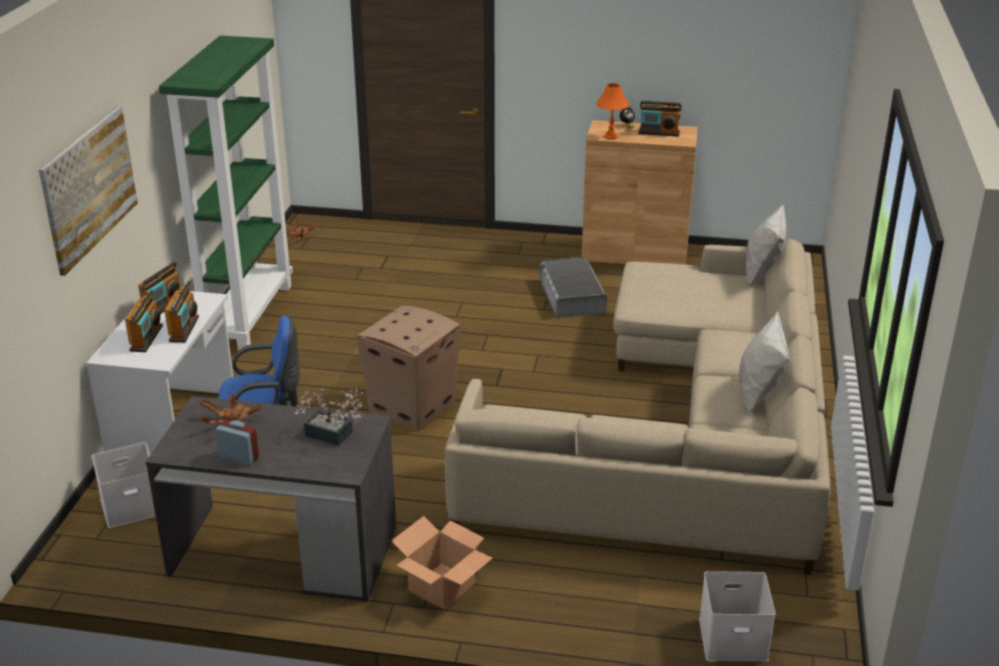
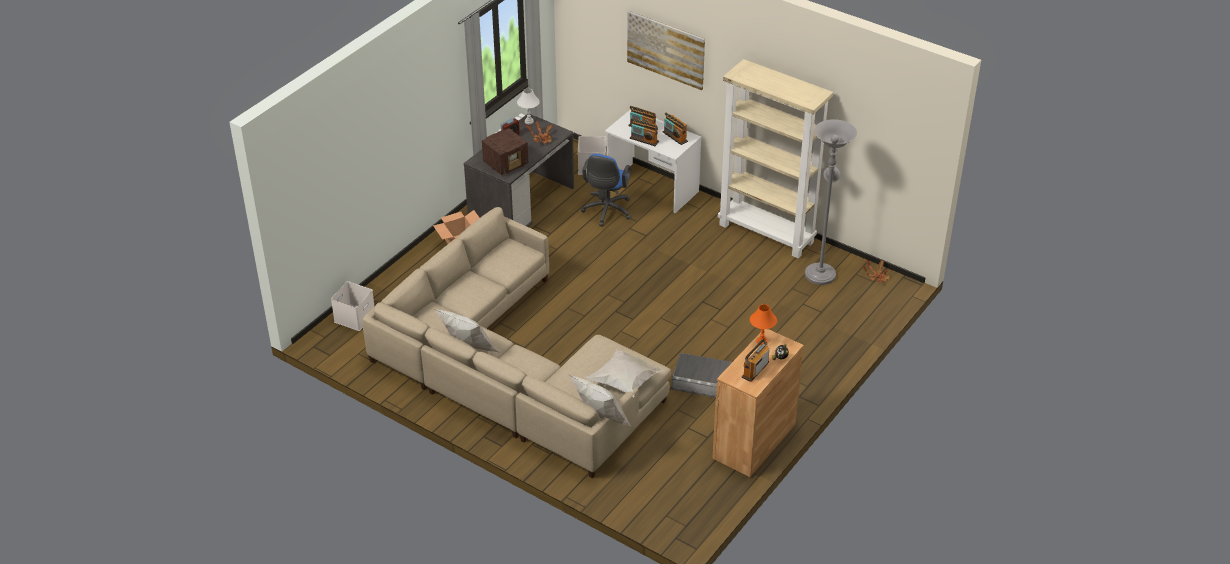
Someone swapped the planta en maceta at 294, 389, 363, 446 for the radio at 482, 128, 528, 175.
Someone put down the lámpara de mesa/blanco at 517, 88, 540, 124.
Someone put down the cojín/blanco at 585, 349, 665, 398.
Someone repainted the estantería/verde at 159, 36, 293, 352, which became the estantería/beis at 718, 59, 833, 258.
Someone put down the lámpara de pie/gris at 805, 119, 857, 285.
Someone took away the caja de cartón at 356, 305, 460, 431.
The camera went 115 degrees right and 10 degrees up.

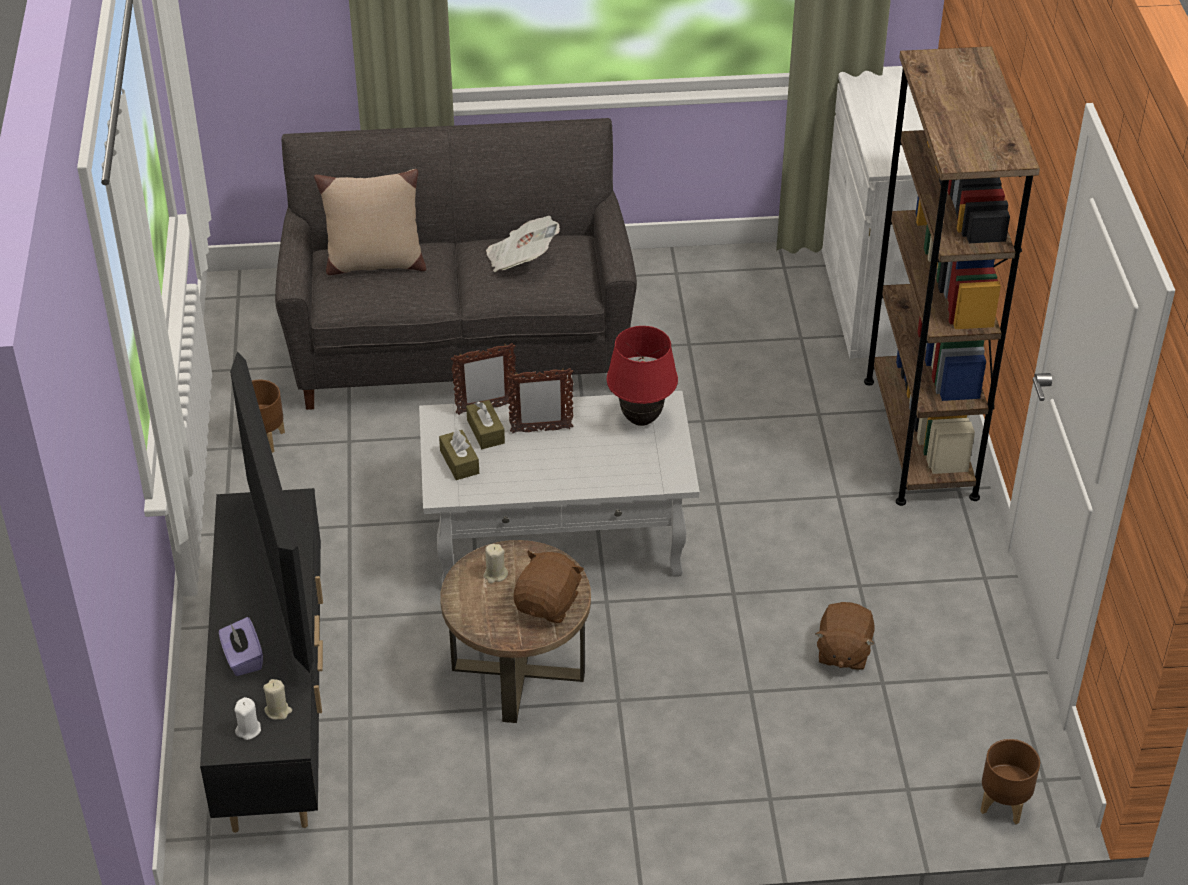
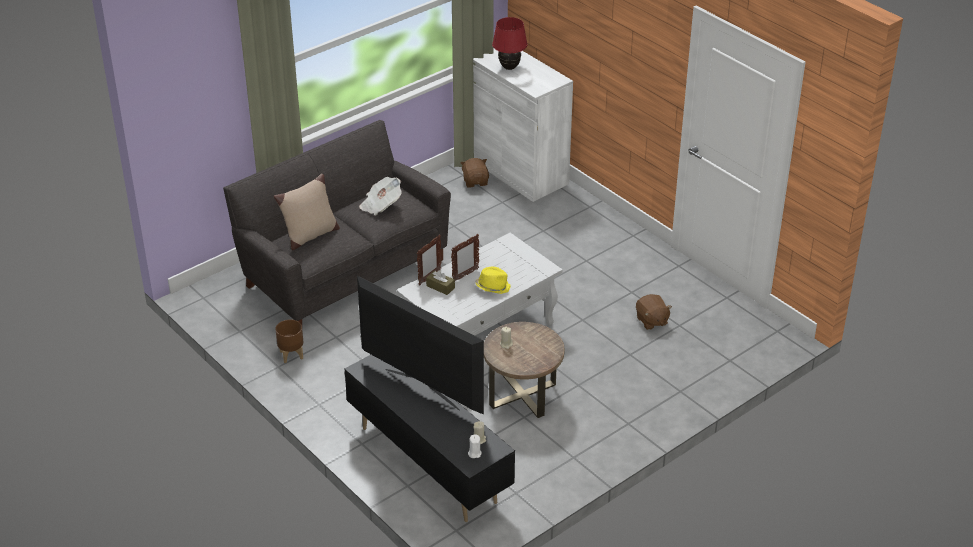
Someone carried the peluche/marrón from 513, 550, 584, 623 to 460, 158, 489, 188.
Someone put down the sombrero/amarillo at 475, 267, 510, 294.
Someone carried the lámpara de mesa/rojo from 607, 326, 678, 426 to 492, 17, 528, 70.
Someone took away the caja de pañuelos/morado at 219, 617, 263, 676.
Someone took away the caja de pañuelos/marrón at 439, 429, 479, 480.
Someone took away the estantería/marrón at 864, 46, 1040, 506.
Someone took away the maceta/marrón at 980, 739, 1040, 824.
The camera went 35 degrees left and 5 degrees down.

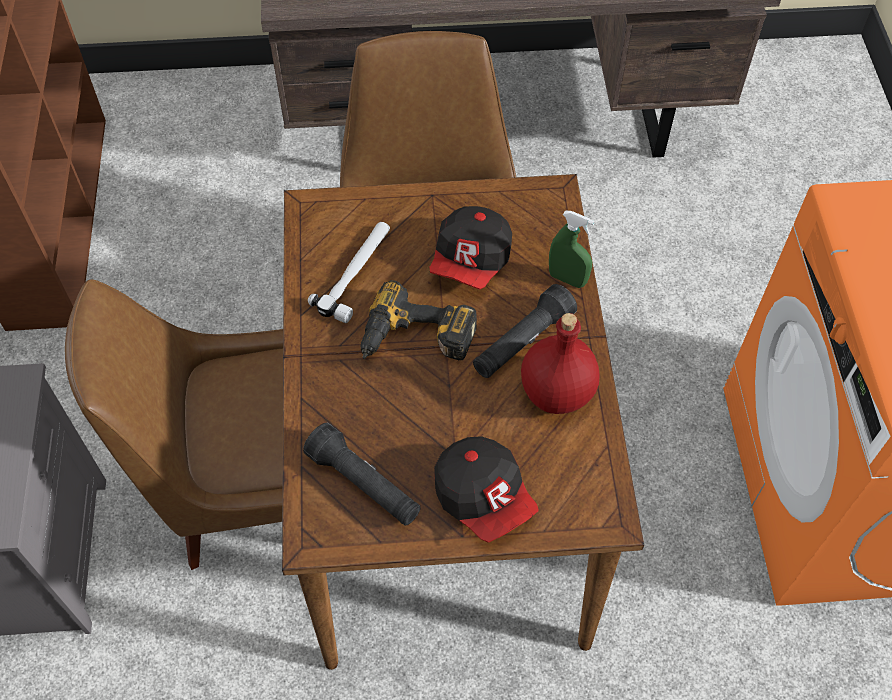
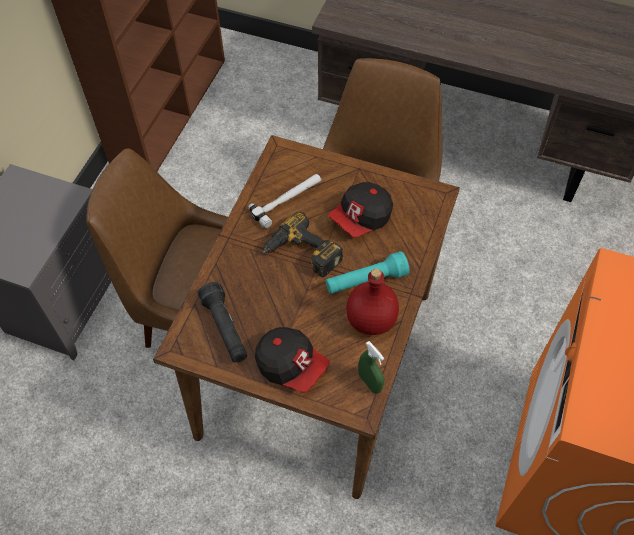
Someone rotated the gorra at 434, 436, 539, 543 by 45 degrees counterclockwise.
Someone repainted the linterna/negro at 473, 284, 577, 378, which became the linterna/turquesa at 326, 251, 410, 294.
Someone carried the pulverizador/verde from 549, 211, 595, 288 to 358, 341, 384, 394.
The camera went 25 degrees right and 0 degrees up.

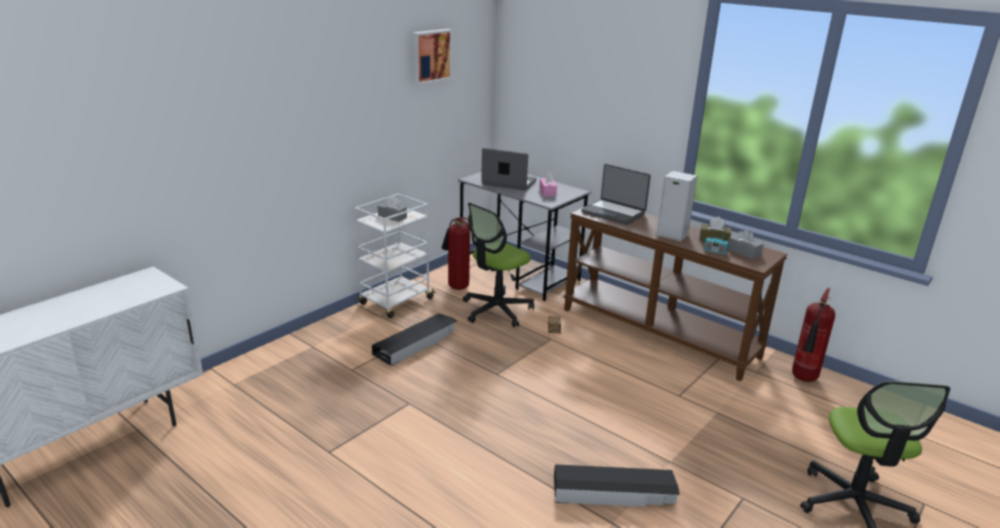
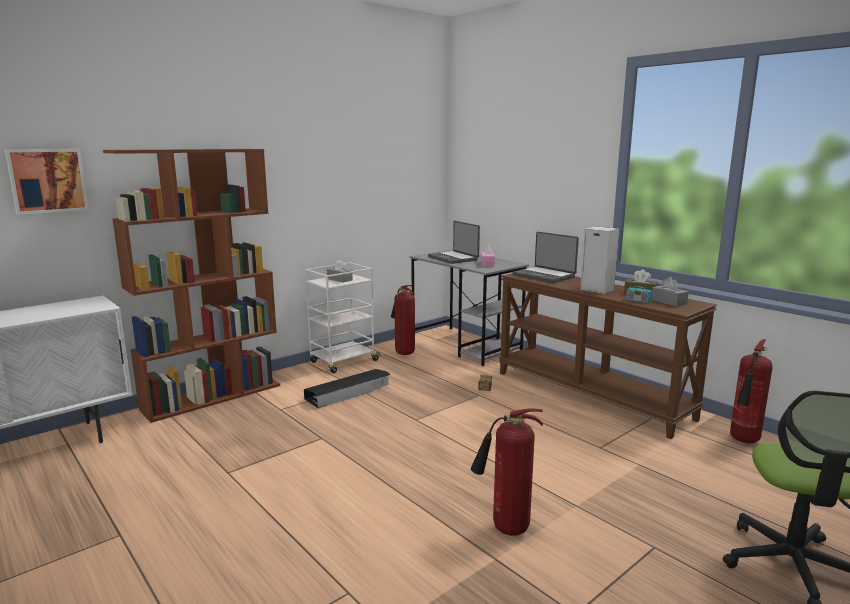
Someone carried the cuadro from 412, 29, 452, 85 to 5, 149, 89, 215.
Someone put down the estantería/marrón at 103, 149, 280, 423.
Someone rotated the portátil at 481, 148, 536, 191 by 150 degrees counterclockwise.
Someone swapped the caja de almacenaje/negro at 554, 464, 680, 507 for the extintor at 471, 408, 543, 536.
Someone took away the silla de oficina at 463, 203, 534, 327.
The camera went 10 degrees right and 10 degrees down.

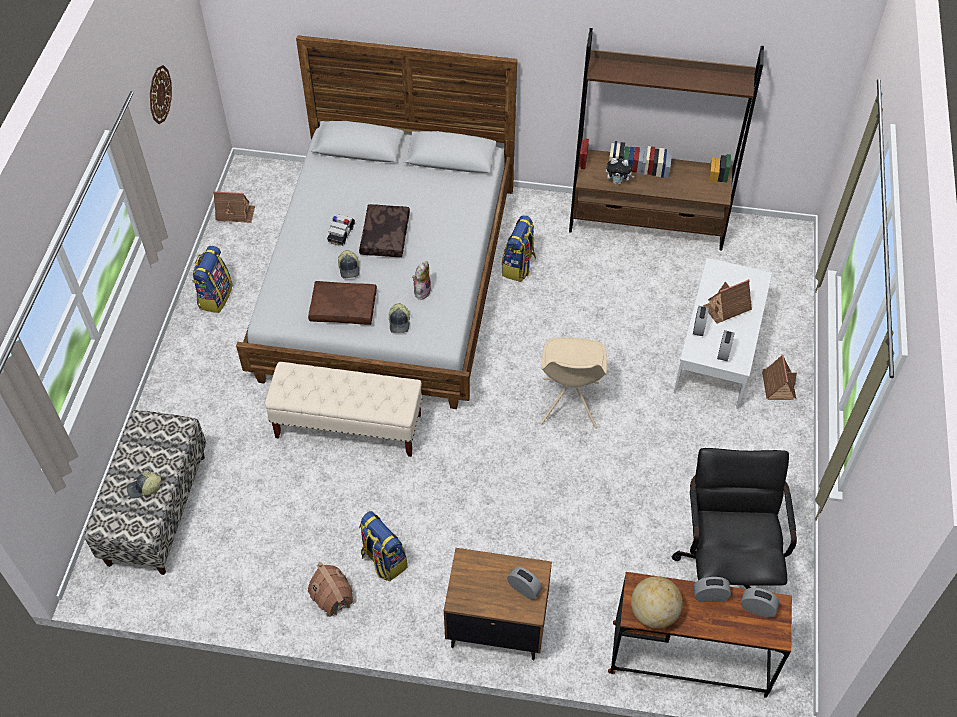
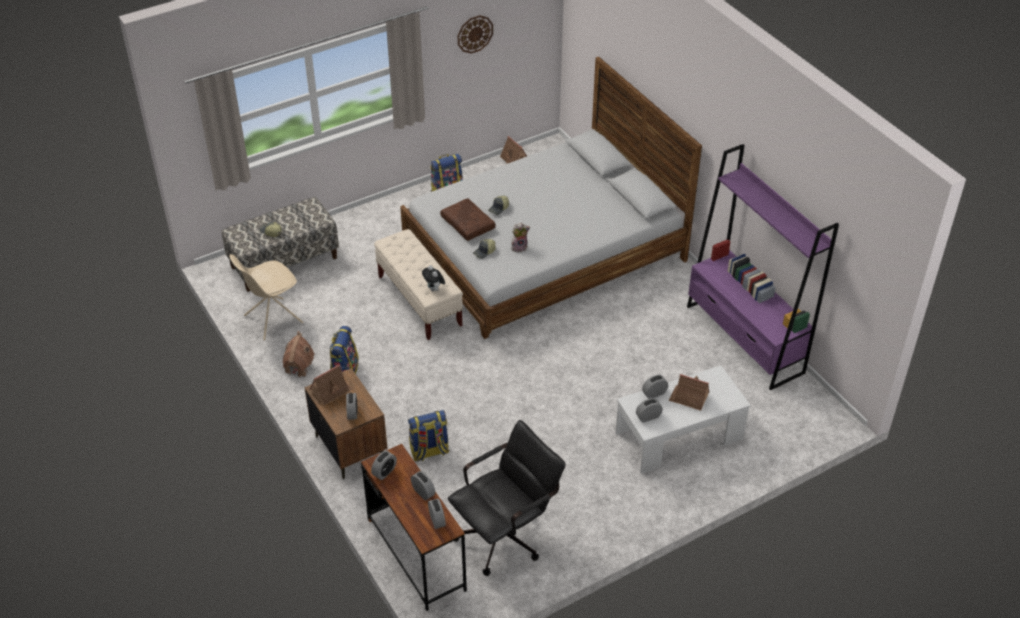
Someone carried the silla/beis from 541, 337, 607, 428 to 229, 254, 303, 340.
Someone carried the casita from 762, 354, 797, 400 to 310, 365, 352, 405.
Someone swapped the globo terráqueo at 631, 576, 683, 629 for the despertador at 371, 451, 397, 480.
Someone carried the mochila from 502, 215, 536, 282 to 408, 410, 449, 461.
Someone carried the peluche from 606, 158, 634, 185 to 422, 265, 445, 291.
Someone repainted the estantería/marrón at 569, 28, 764, 251, which became the estantería/morado at 687, 144, 839, 390.
Someone took away the coche de juguete at 327, 214, 355, 246.
Someone took away the cojín/marrón at 359, 204, 410, 257.
The camera went 50 degrees right and 10 degrees down.

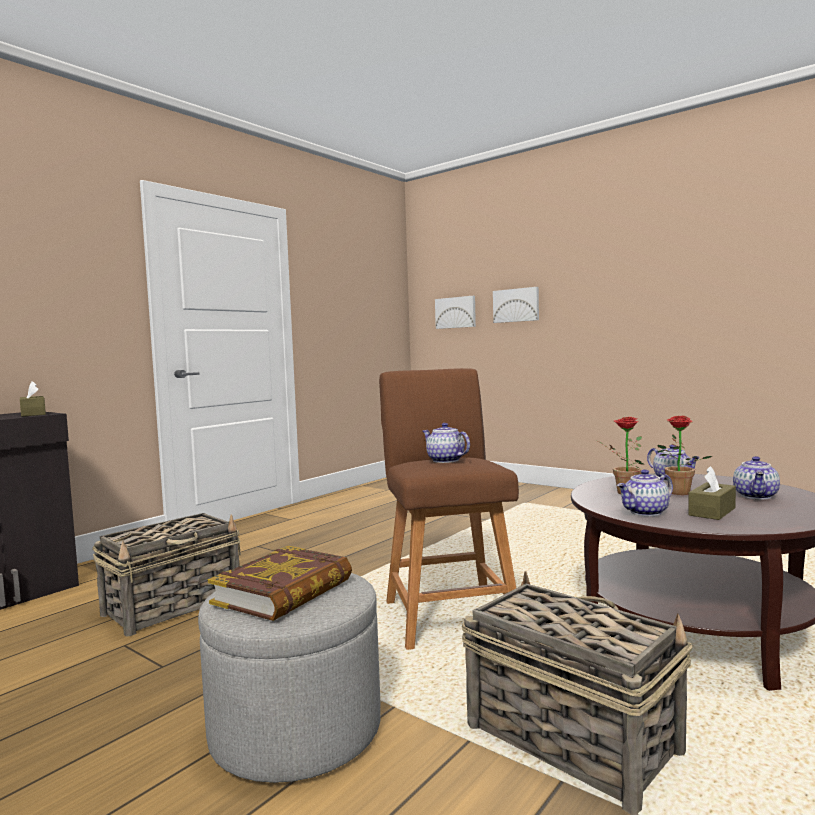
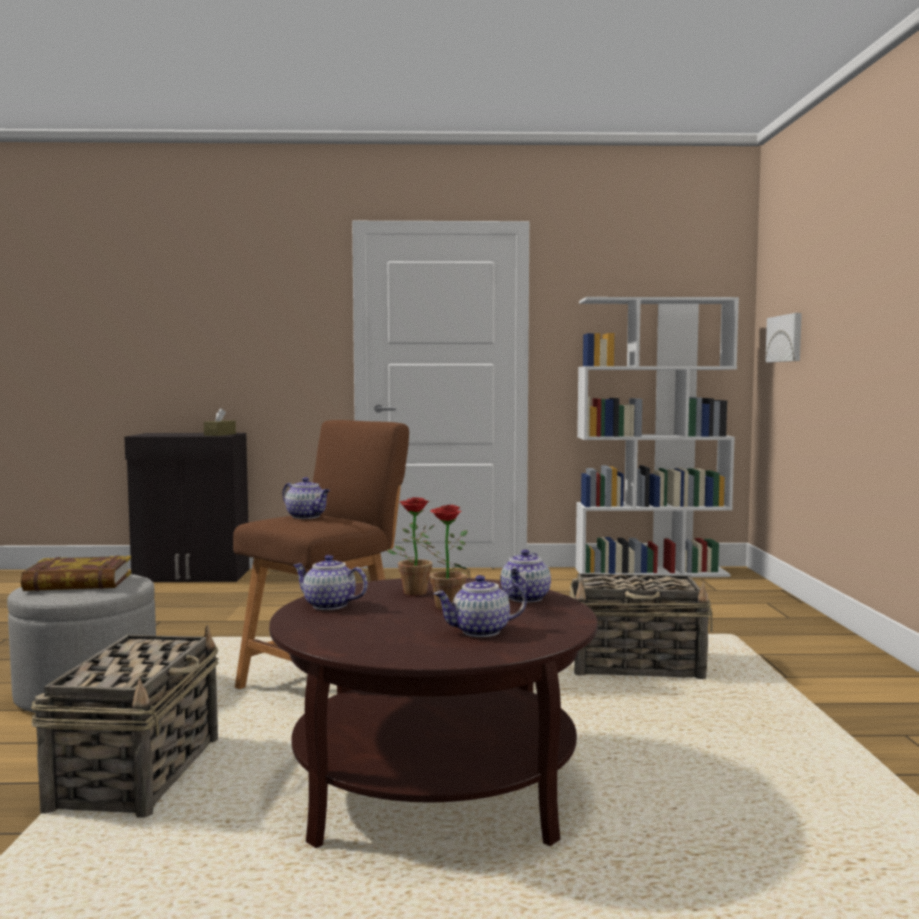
Someone rotated the tetera at 423, 423, 470, 463 by 120 degrees clockwise.
Someone carried the cesta from 92, 513, 241, 637 to 569, 574, 712, 679.
Someone put down the estantería/blanco at 576, 297, 739, 577.
Someone took away the cuadro at 493, 287, 539, 323.
Someone took away the caja de pañuelos/marrón at 688, 466, 736, 520.
The camera went 50 degrees right and 0 degrees up.

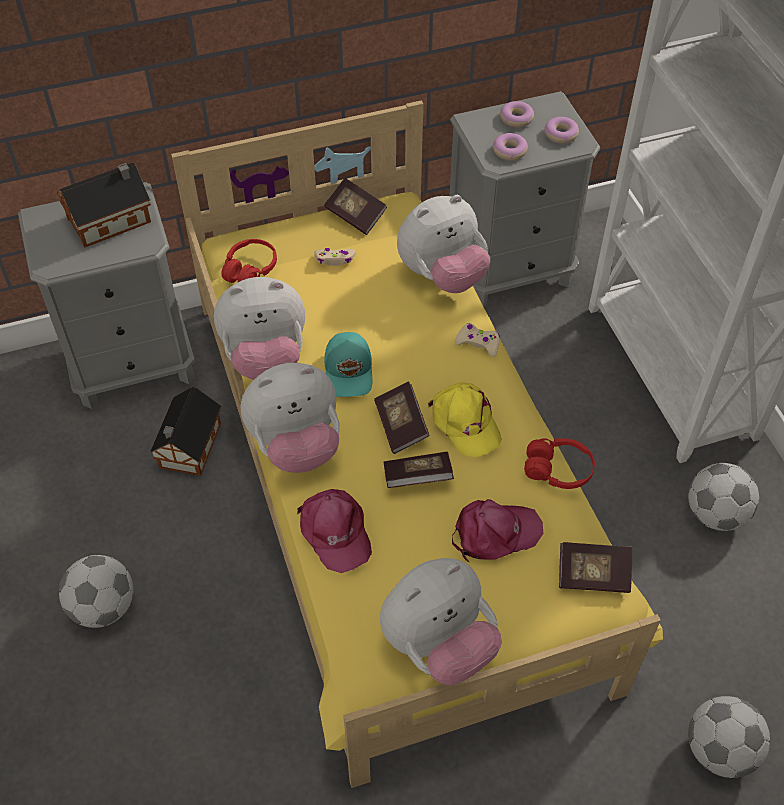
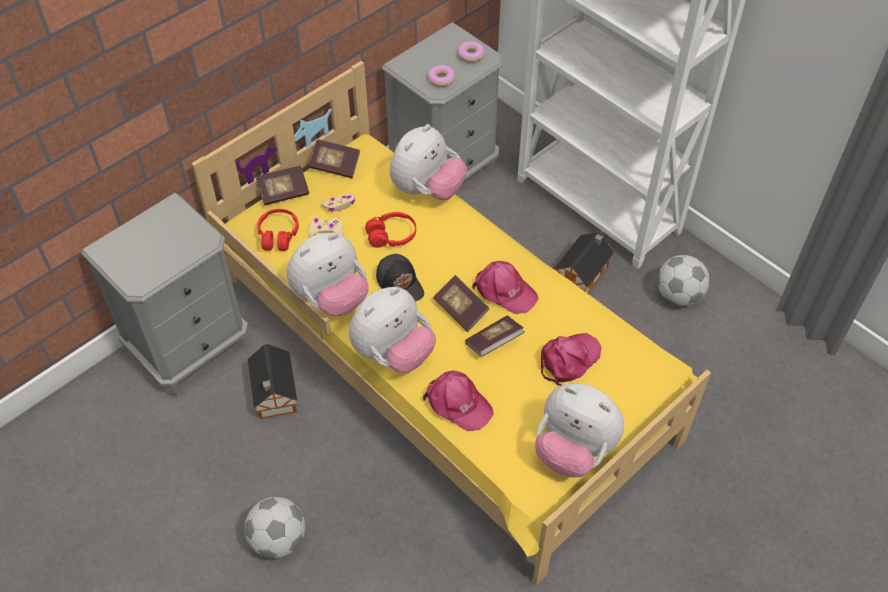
Someone carried the libro from 559, 542, 632, 593 to 256, 165, 309, 205.
Someone carried the mando de consola/beis from 455, 323, 499, 357 to 308, 217, 343, 237.
Someone carried the auriculares/rojo from 524, 438, 595, 489 to 365, 212, 416, 248.
Someone repainted the gorra/turquesa at 324, 332, 372, 397, which became the gorra/negro at 376, 254, 424, 302.
Someone repainted the gorra/amarillo at 428, 382, 502, 458, which became the gorra/rosa at 472, 261, 539, 314.
Someone rotated the peluche at 380, 558, 502, 685 by 90 degrees clockwise.
Someone carried the casita from 57, 162, 151, 248 to 554, 231, 614, 293.
Someone took away the rosquilla at 500, 101, 534, 128.
Someone took away the balón de fútbol at 688, 696, 770, 778.
The camera went 25 degrees left and 0 degrees up.

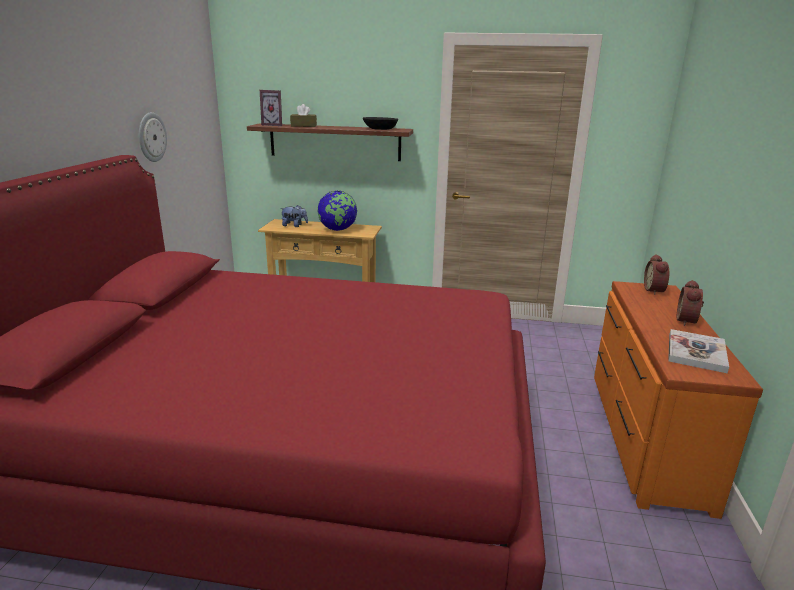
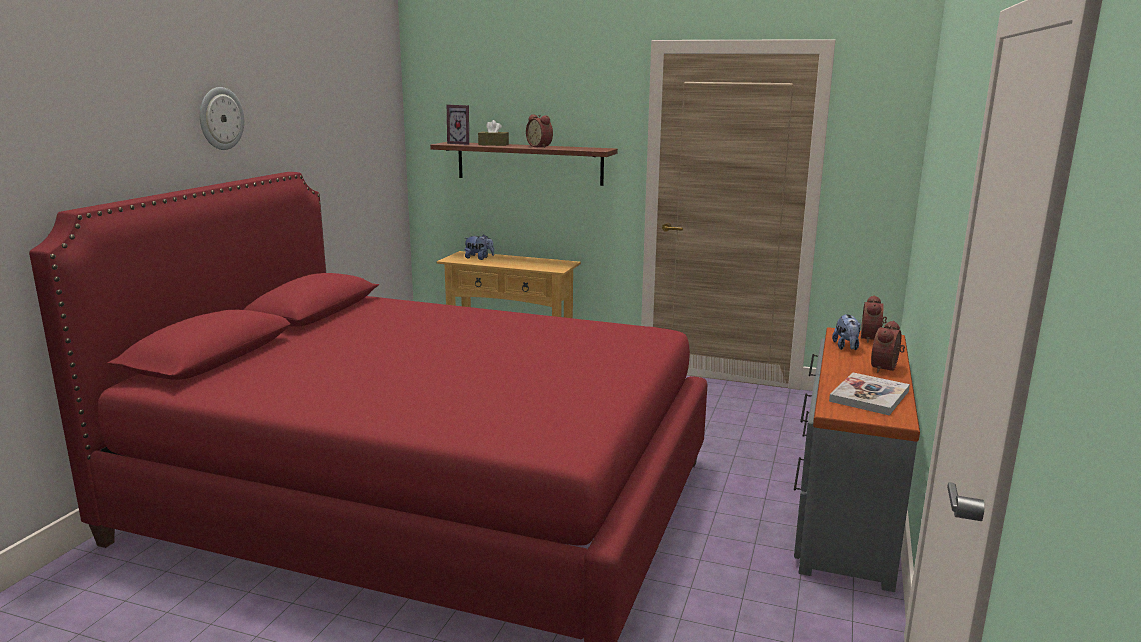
Someone carried the reloj de pared from 139, 112, 167, 162 to 200, 87, 244, 150.
Someone put down the despertador at 526, 114, 553, 148.
Someone repainted the cómoda/naranja at 594, 281, 763, 519, which became the cómoda/gris at 794, 327, 920, 592.
Someone put down the peluche at 832, 314, 861, 350.
Someone took away the globo terráqueo at 317, 191, 357, 231.
Someone took away the cuenco/negro at 363, 117, 398, 130.
The camera went 10 degrees right and 5 degrees down.

